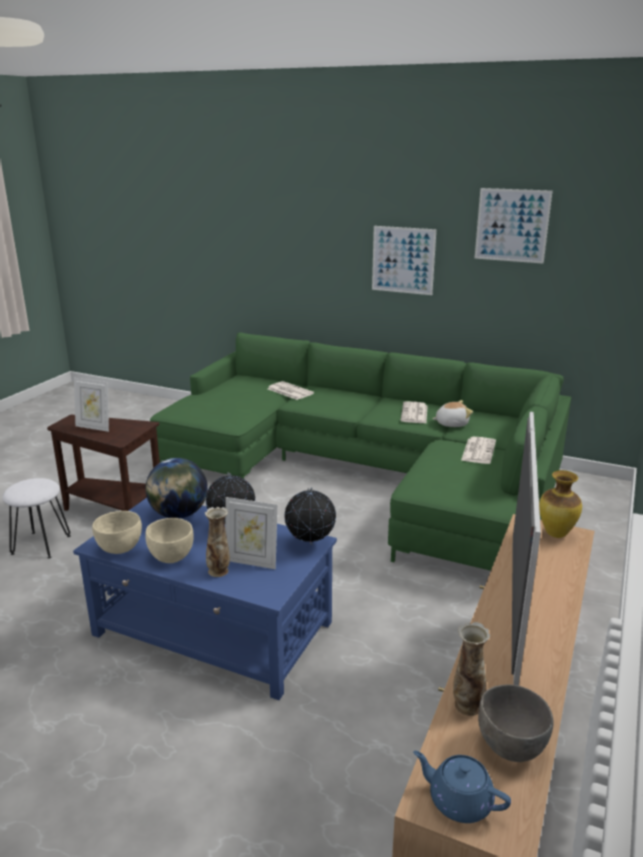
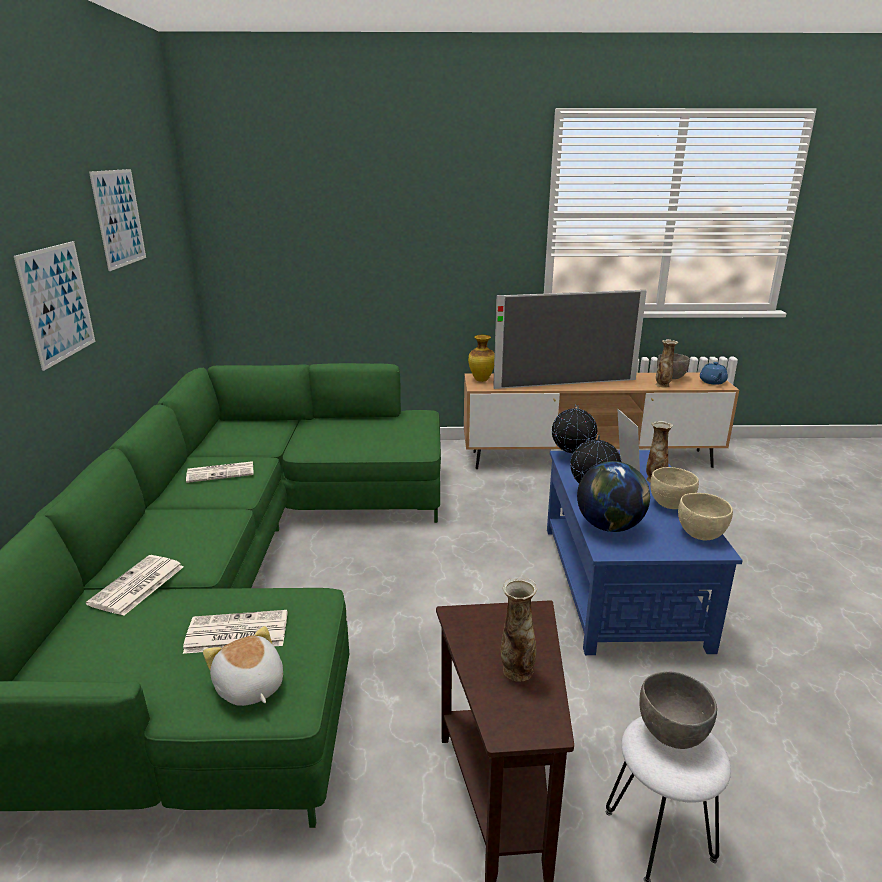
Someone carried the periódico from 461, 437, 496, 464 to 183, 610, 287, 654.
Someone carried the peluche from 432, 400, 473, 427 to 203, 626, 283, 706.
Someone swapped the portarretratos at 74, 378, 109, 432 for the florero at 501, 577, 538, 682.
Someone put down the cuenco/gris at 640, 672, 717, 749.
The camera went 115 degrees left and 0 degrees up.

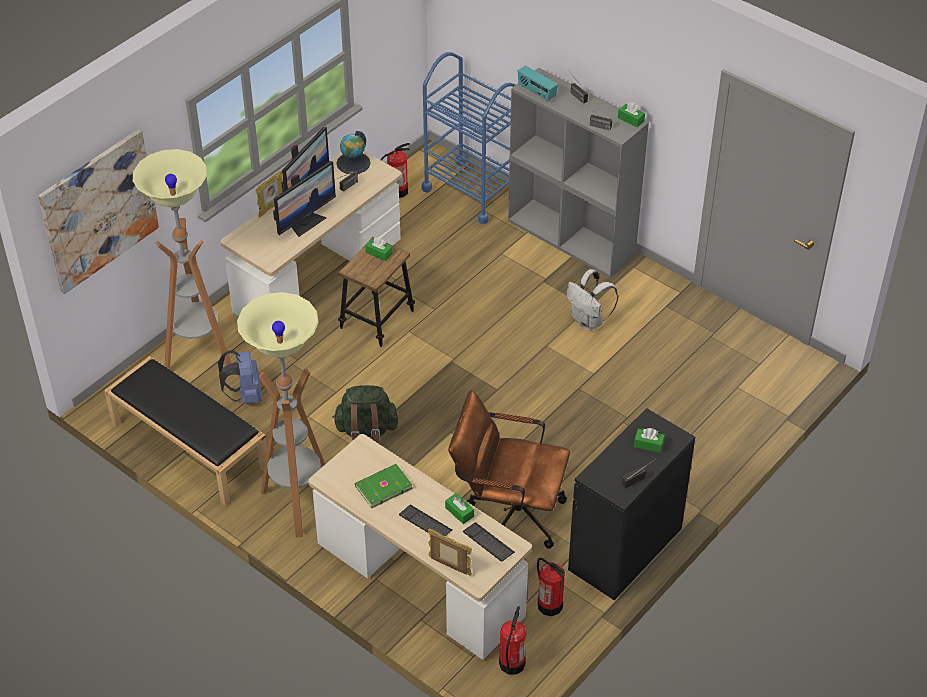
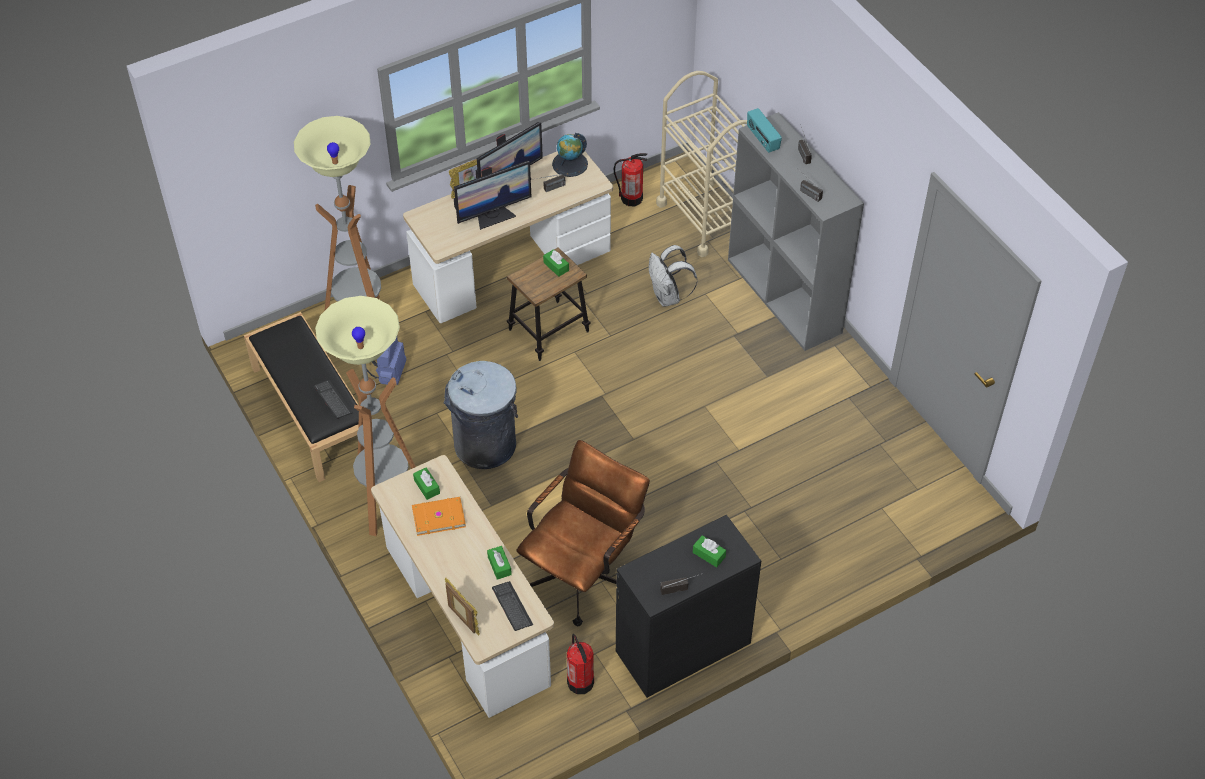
Someone carried the teclado from 399, 504, 452, 536 to 314, 380, 353, 419.
Someone repainted the libro/verde at 355, 464, 413, 508, which became the libro/naranja at 412, 497, 466, 536.
Someone carried the caja de pañuelos/verde from 618, 103, 645, 127 to 413, 467, 440, 500.
Someone swapped the mochila/verde at 332, 385, 398, 444 for the papelera/gris at 444, 361, 518, 469.
Someone rotated the silla de oficina/marrón at 448, 390, 570, 549 by 90 degrees clockwise.
Someone carried the mochila/blanco from 566, 269, 618, 331 to 649, 245, 697, 307.
Someone repainted the carrito/azul at 422, 52, 516, 224, which became the carrito/beis at 656, 71, 747, 257.
Someone took away the cuadro at 38, 129, 159, 294.
Someone took away the extintor at 499, 606, 526, 675.
The camera went 20 degrees right and 5 degrees up.

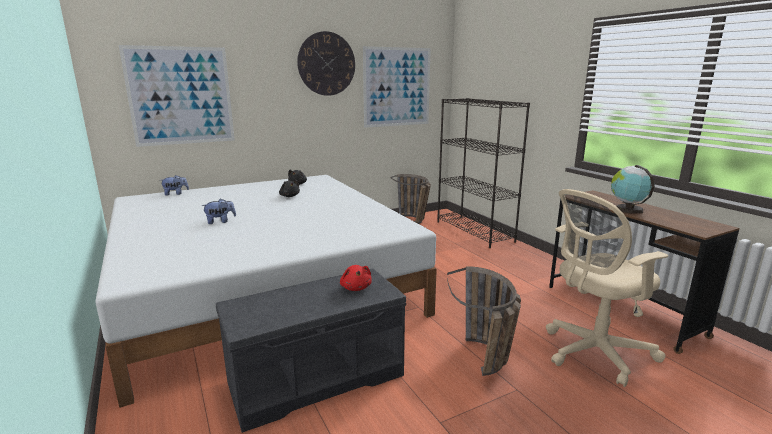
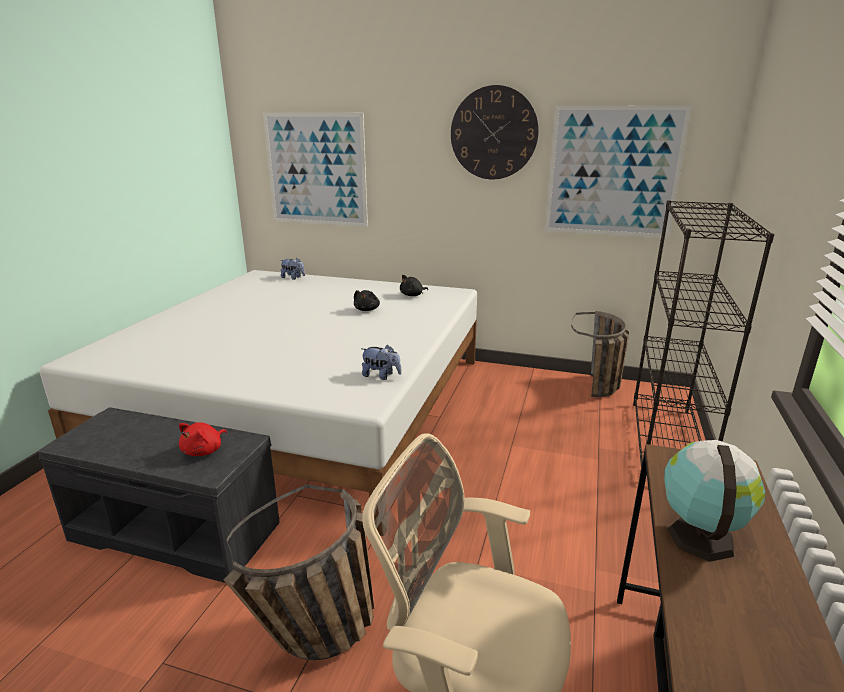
Someone carried the peluche from 201, 199, 236, 224 to 361, 344, 402, 380.
The camera went 45 degrees right and 5 degrees up.

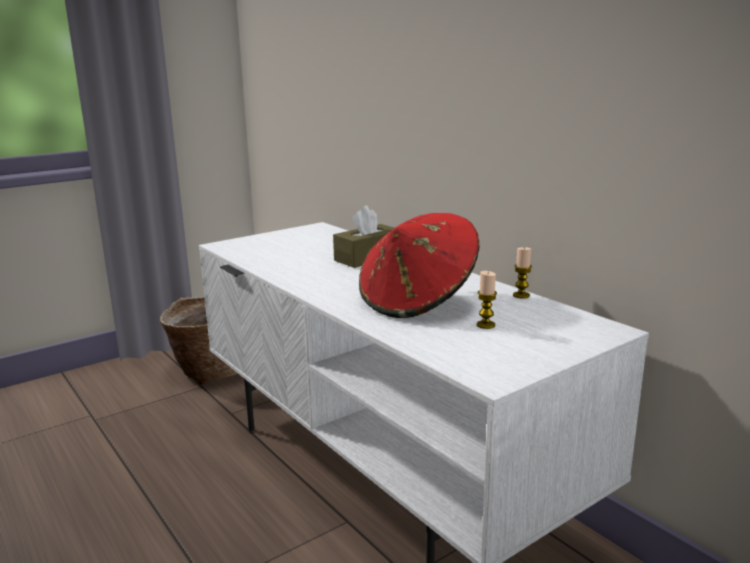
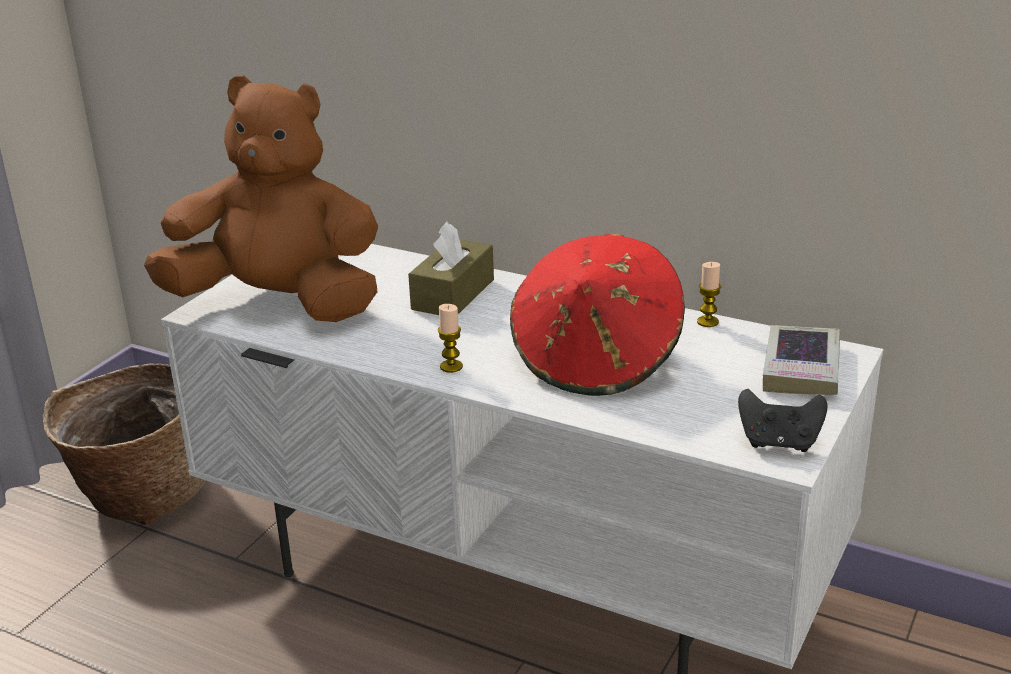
Someone put down the peluche/marrón at 144, 75, 378, 322.
Someone carried the vela from 477, 271, 497, 329 to 437, 304, 463, 373.
Someone put down the mando de consola/negro at 738, 389, 828, 452.
Someone put down the libro at 763, 325, 840, 395.
The camera went 25 degrees left and 10 degrees up.

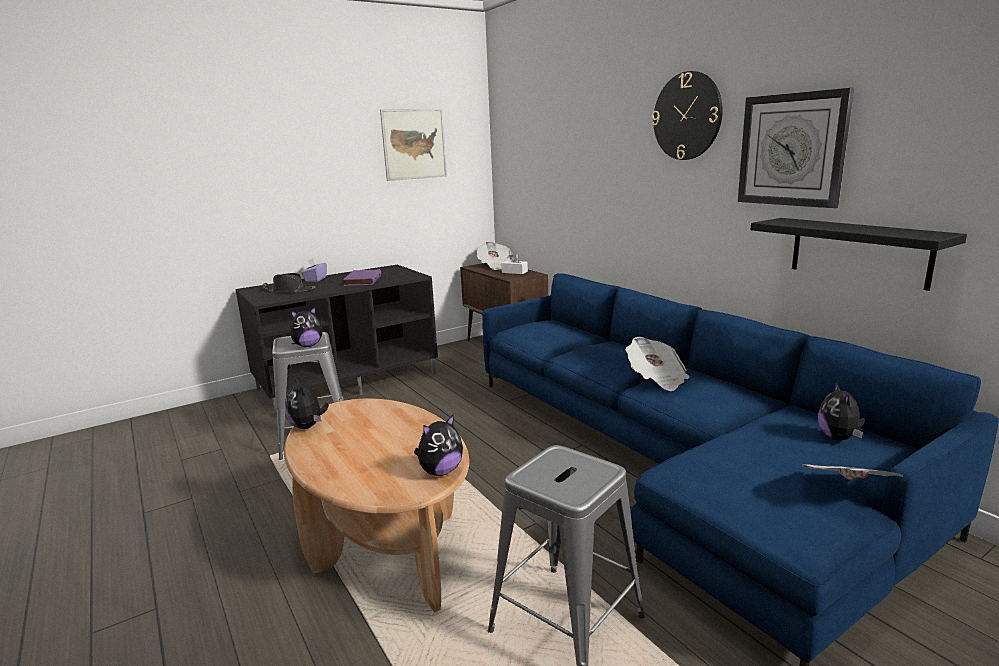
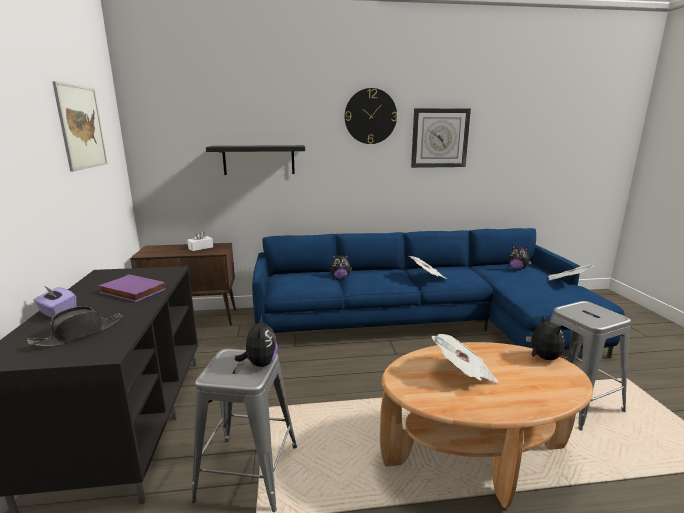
Someone carried the estante/negro from 750, 218, 967, 291 to 206, 145, 305, 175.
Someone carried the peluche from 285, 376, 329, 429 to 330, 254, 352, 279.
Someone carried the periódico from 476, 242, 511, 270 to 432, 334, 499, 383.
The camera went 65 degrees left and 0 degrees up.

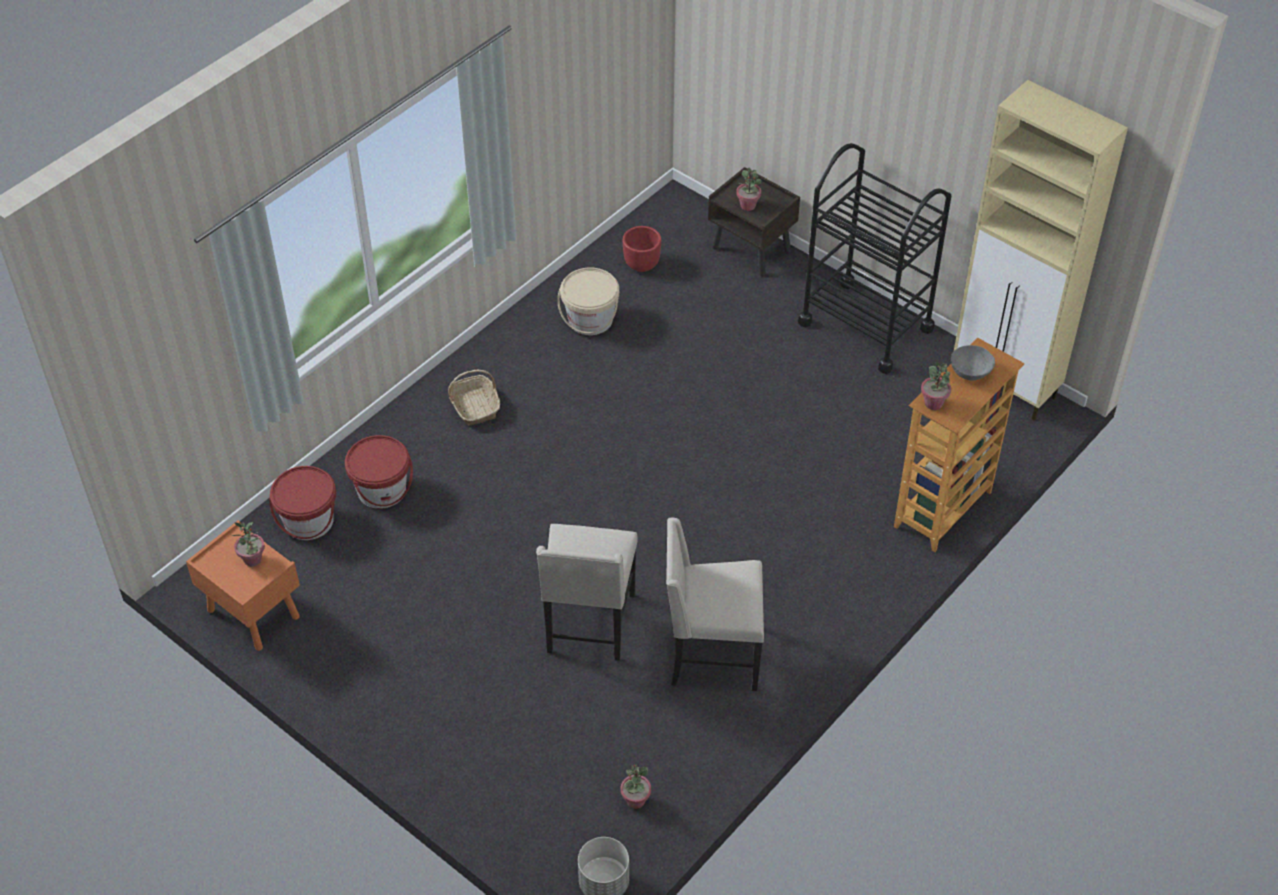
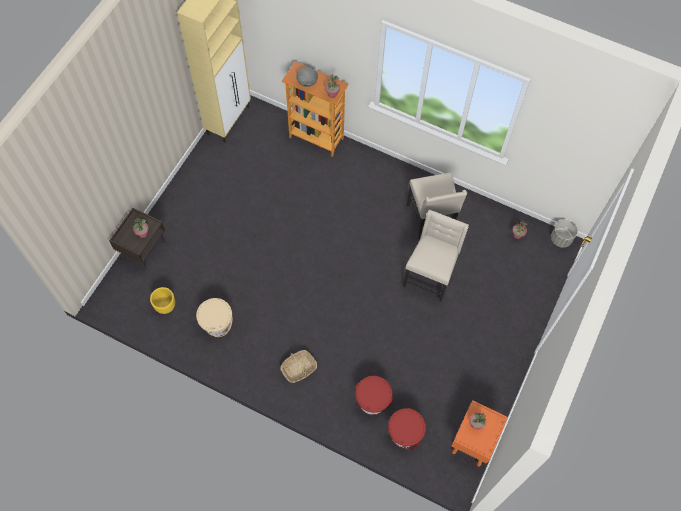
Someone repainted the maceta/rojo at 623, 226, 661, 272, which became the maceta/amarillo at 150, 287, 175, 314.
Someone rotated the silla/beis at 536, 524, 637, 661 by 60 degrees counterclockwise.
Someone took away the carrito/negro at 798, 143, 951, 374.
The camera went 105 degrees left and 15 degrees up.

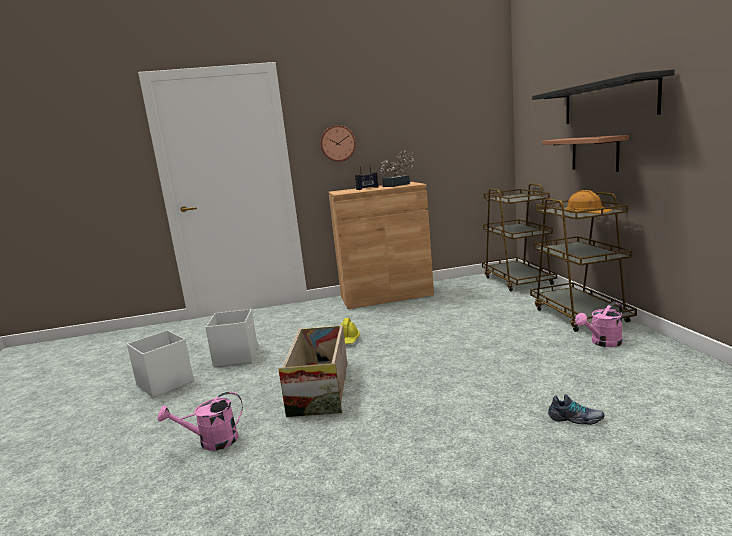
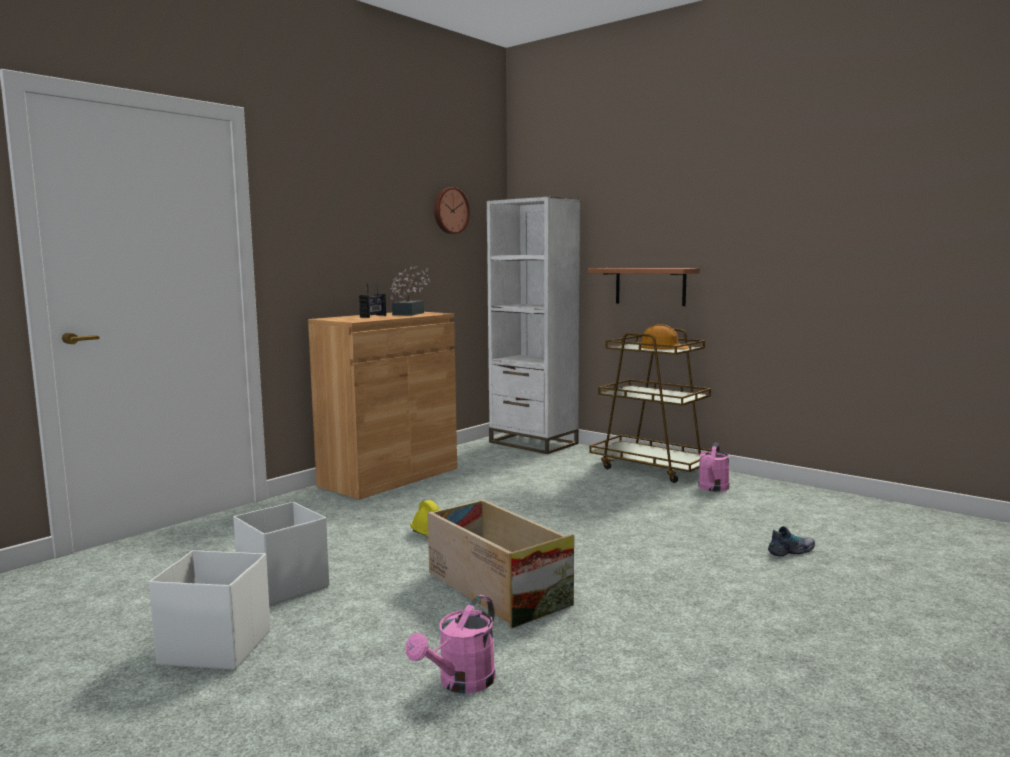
Someone carried the reloj de pared from 320, 125, 356, 162 to 434, 187, 470, 234.
Someone swapped the carrito/marrón at 482, 183, 557, 292 for the estantería/blanco at 487, 197, 580, 454.
Someone took away the estante/negro at 532, 69, 675, 124.
The camera went 40 degrees left and 5 degrees down.

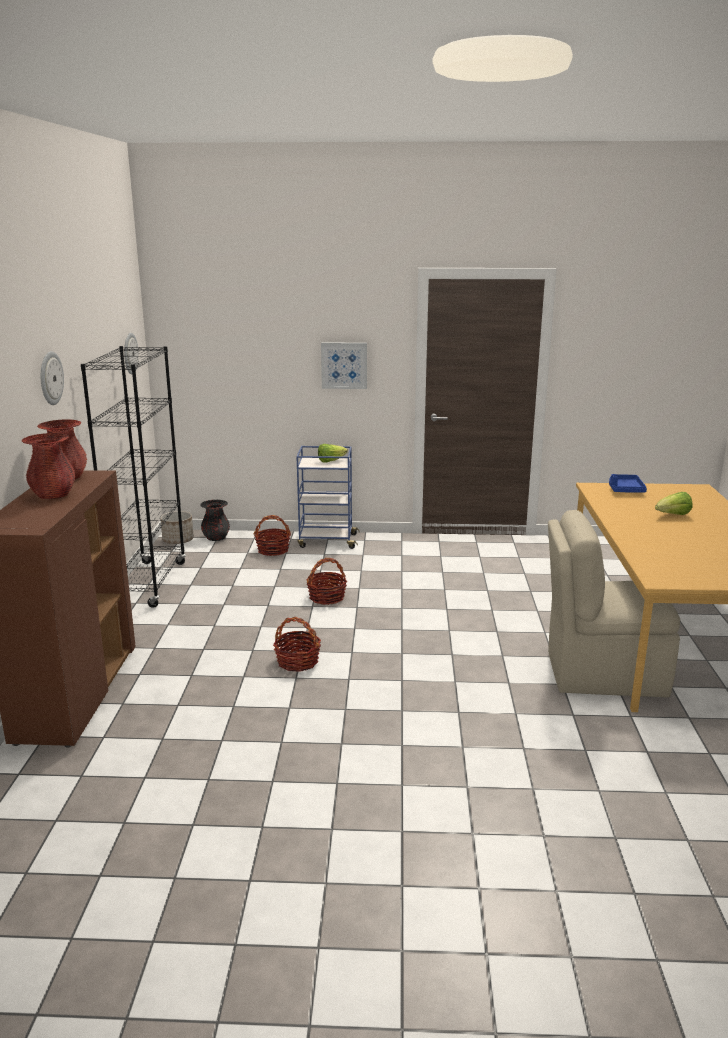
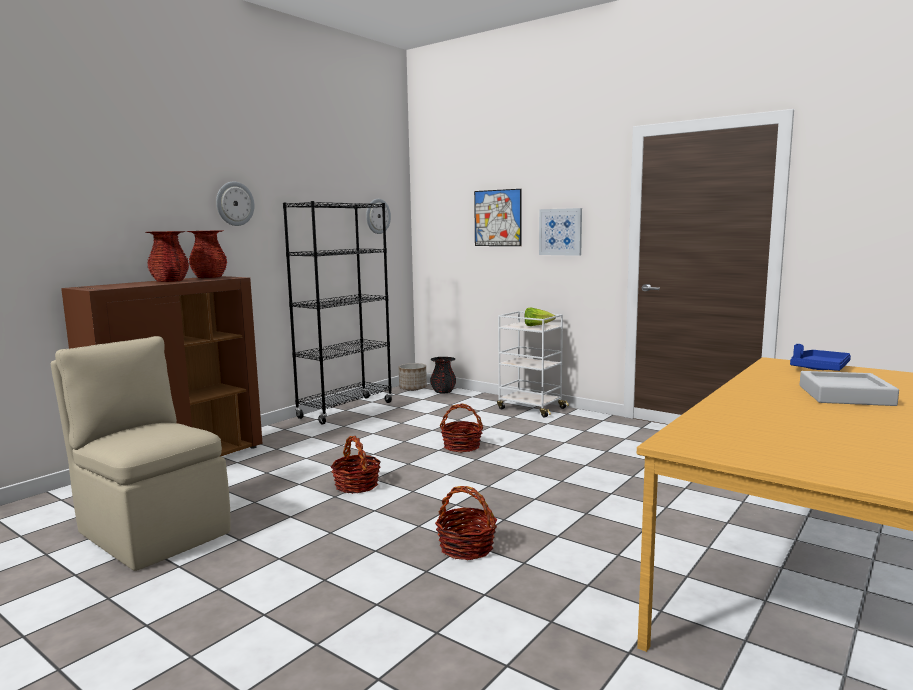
Someone carried the silla/beis from 548, 510, 680, 698 to 51, 336, 230, 571.
Someone carried the cesta from 254, 515, 291, 556 to 435, 486, 497, 560.
Someone put up the cuadro at 474, 189, 522, 246.
Someone repainted the carrito/azul at 296, 446, 360, 549, which became the carrito/blanco at 497, 311, 569, 418.
Someone swapped the lechuga at 655, 492, 692, 515 for the bandeja/gris at 800, 371, 899, 406.
The camera went 35 degrees right and 10 degrees down.

